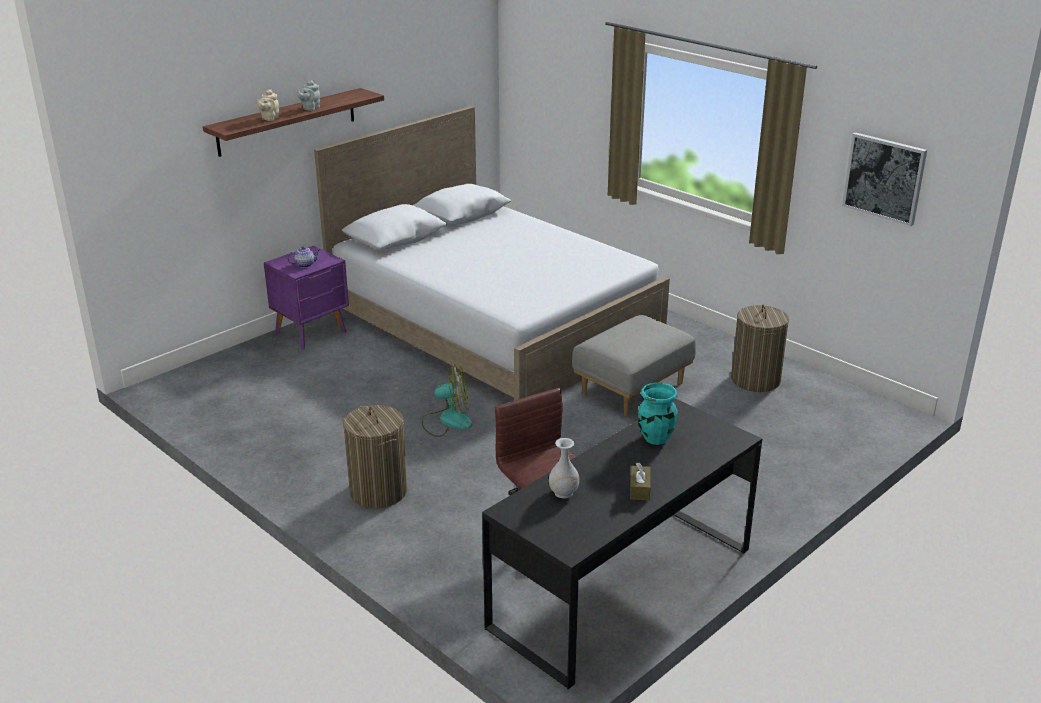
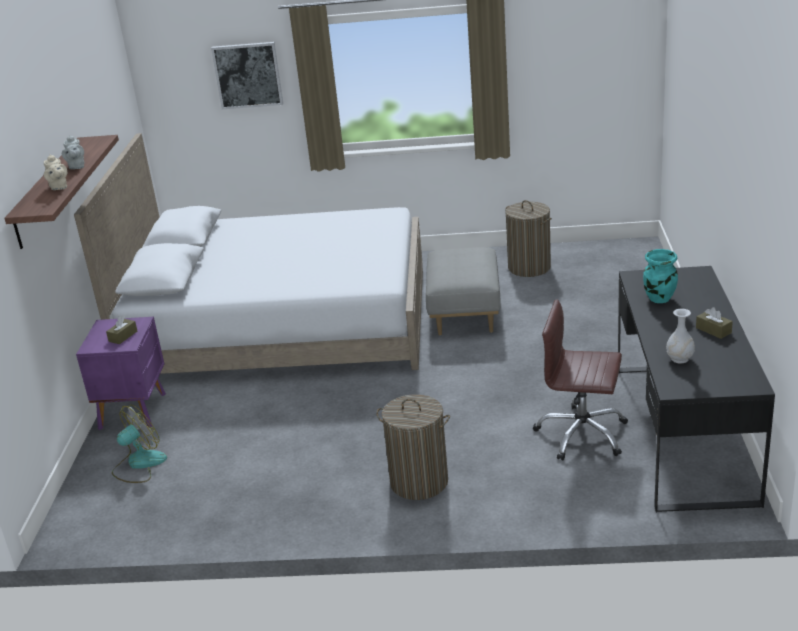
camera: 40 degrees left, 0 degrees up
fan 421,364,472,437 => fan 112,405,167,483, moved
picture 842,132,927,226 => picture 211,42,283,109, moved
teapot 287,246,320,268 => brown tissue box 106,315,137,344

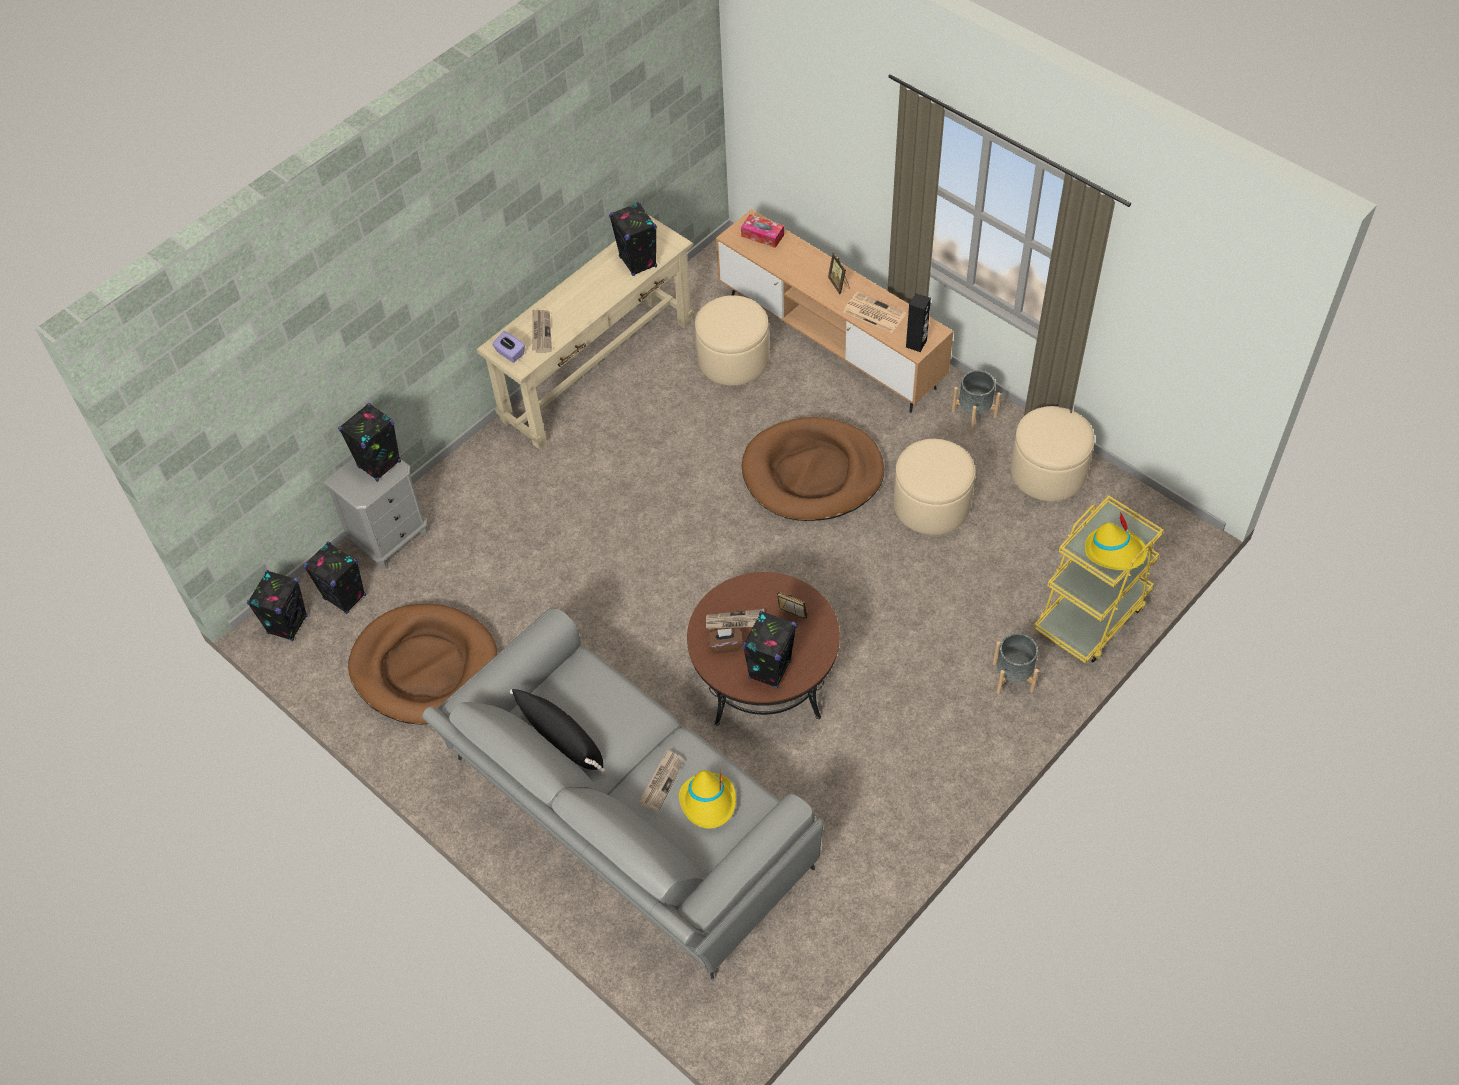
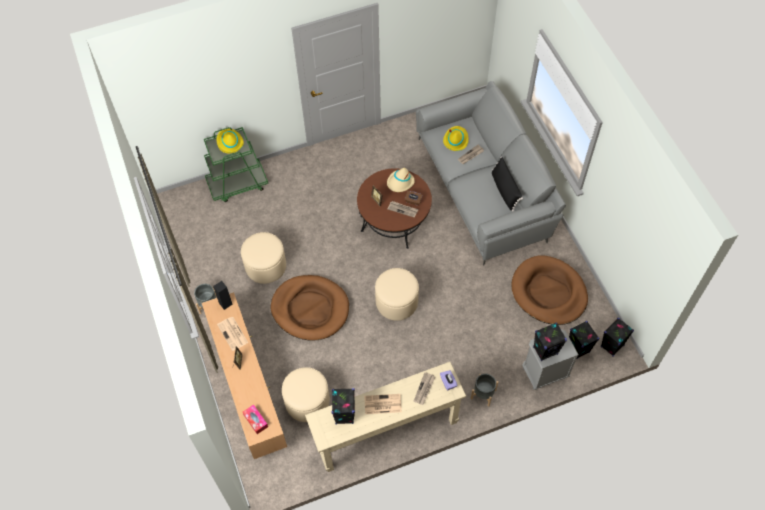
camera: 155 degrees left, 5 degrees up
nothing => newspaper 364,394,402,414
grey planter 993,633,1039,694 => grey planter 471,374,498,407, moved
beige ottoman 1011,406,1095,502 => beige ottoman 375,268,419,321, moved
black speaker 742,611,797,689 => beige hat 387,168,415,192
yellow cart 1033,495,1163,663 => green cart 204,127,268,202

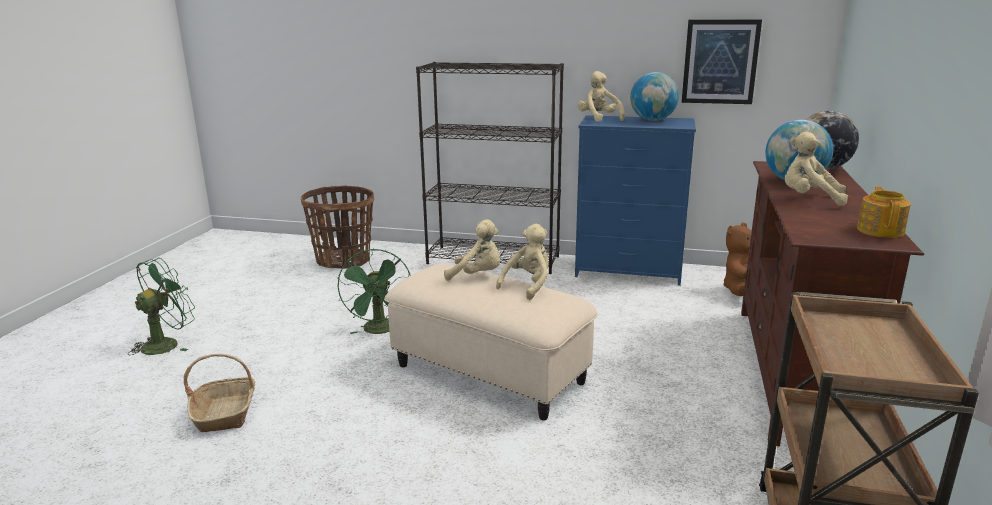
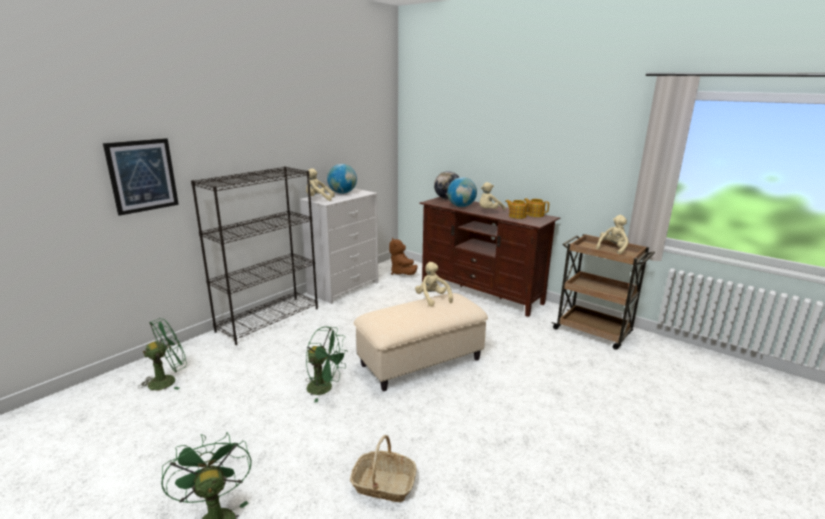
camera: 65 degrees left, 0 degrees up
nothing => teapot 505,200,532,219
beige plush toy 444,219,500,281 => beige plush toy 596,215,629,255, moved
picture 682,19,762,104 => picture 103,138,179,216, moved
basket 301,186,374,269 => green fan 138,318,187,390
blue dresser 575,115,696,286 => white dresser 300,188,378,304

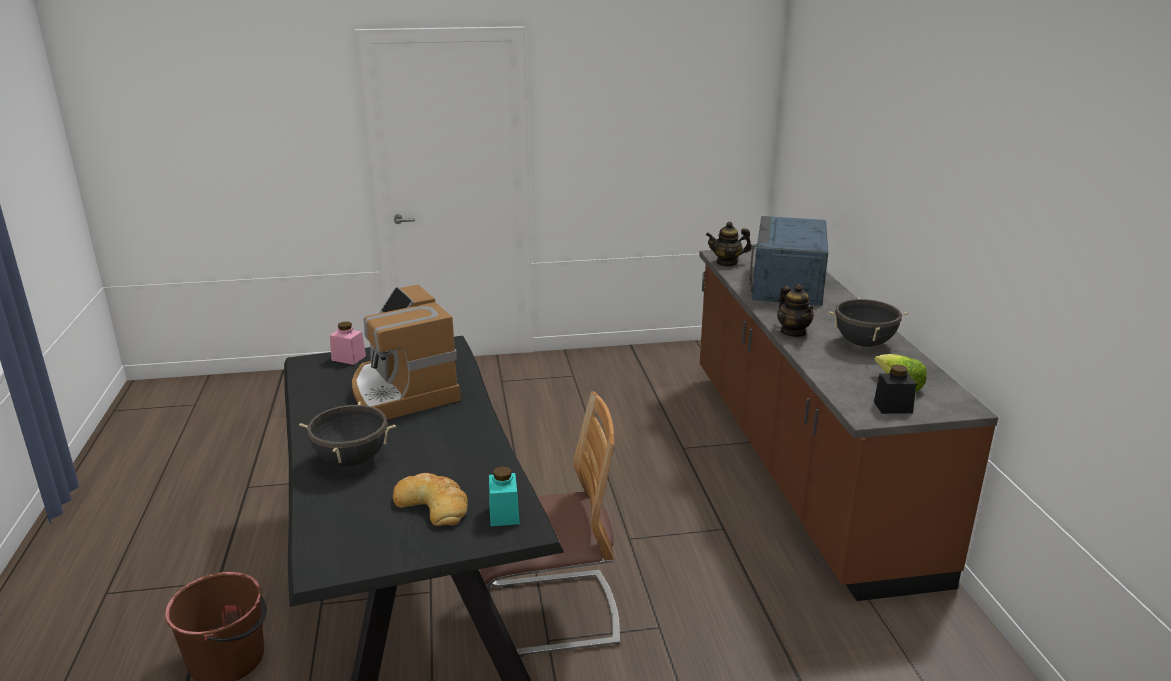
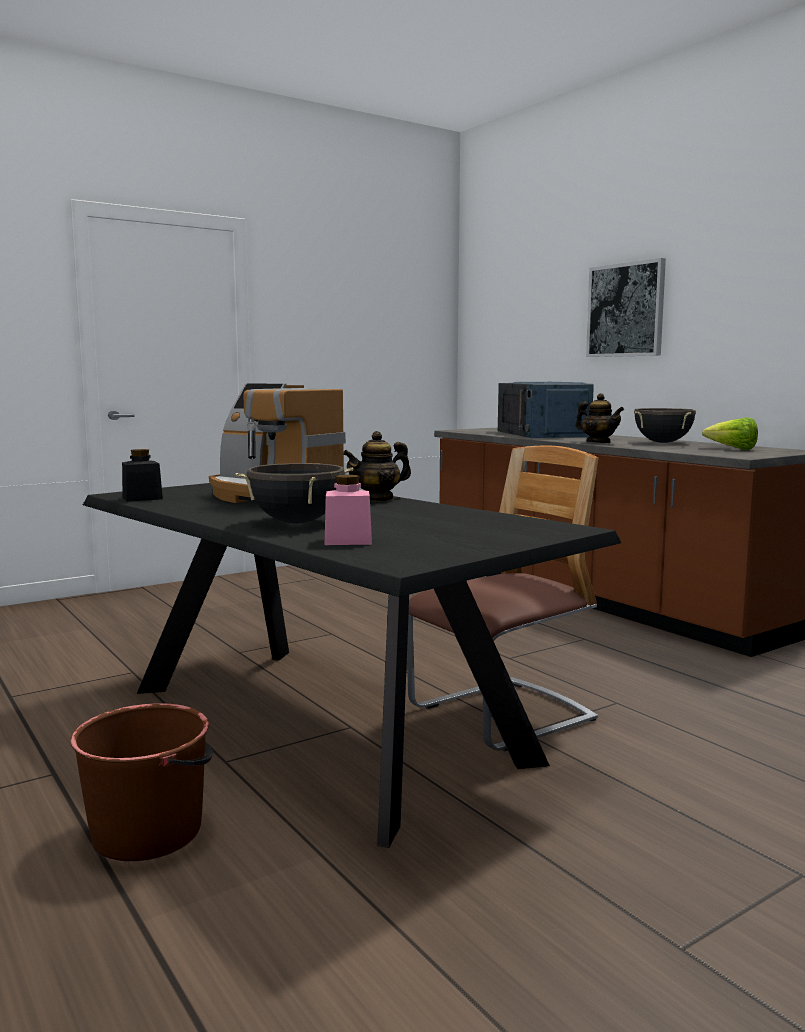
camera: 25 degrees left, 15 degrees down
bread 393,473,468,526 => nothing
turquoise jar 489,466,520,526 => nothing
nothing => picture 586,258,666,357
pink jar 330,322,366,365 => pink jar 325,475,372,545, moved
teapot 706,222,752,266 => teapot 343,431,411,502, moved
black jar 874,364,916,414 => black jar 122,449,163,502, moved

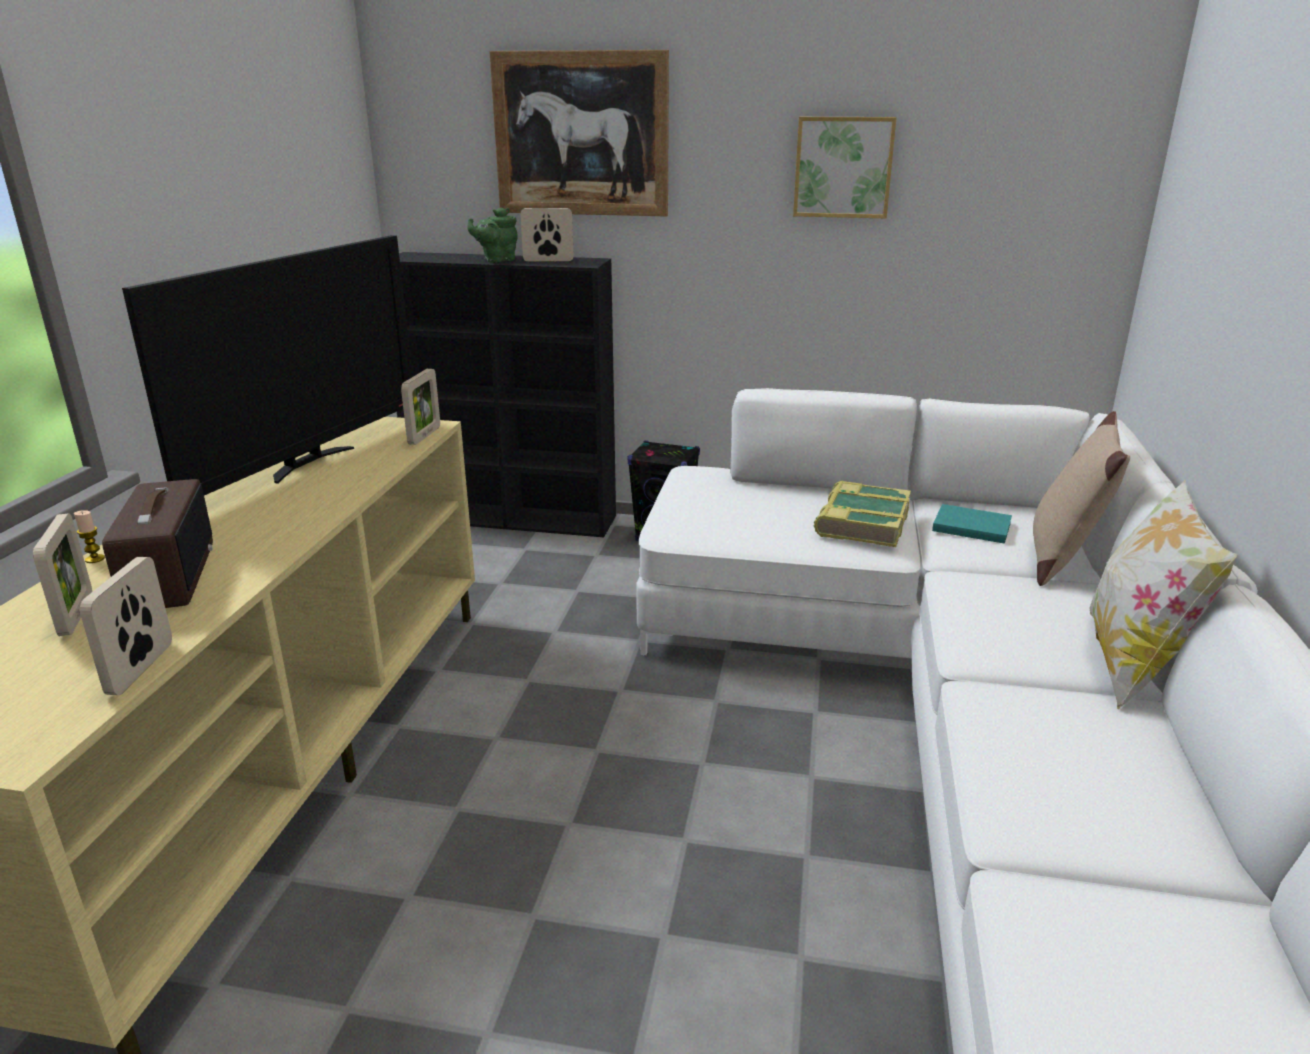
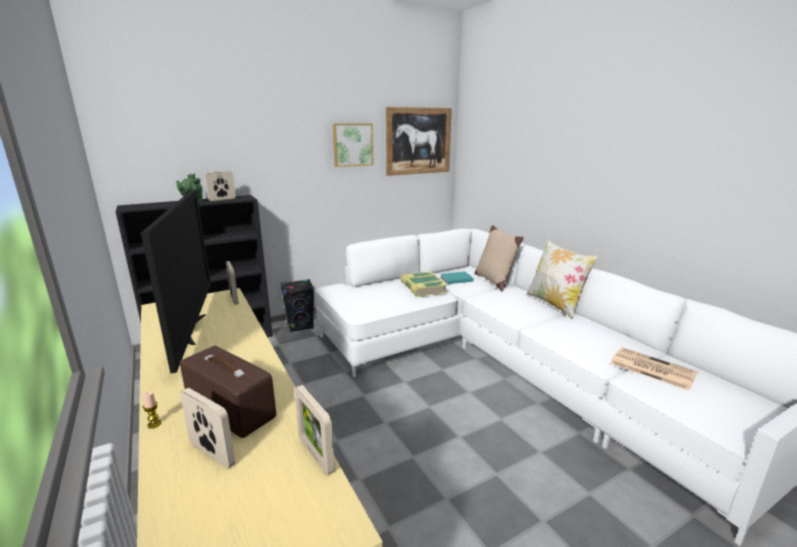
camera: 40 degrees left, 5 degrees down
nothing => newspaper 610,347,698,391
picture 489,50,669,217 => picture 386,107,452,176, moved

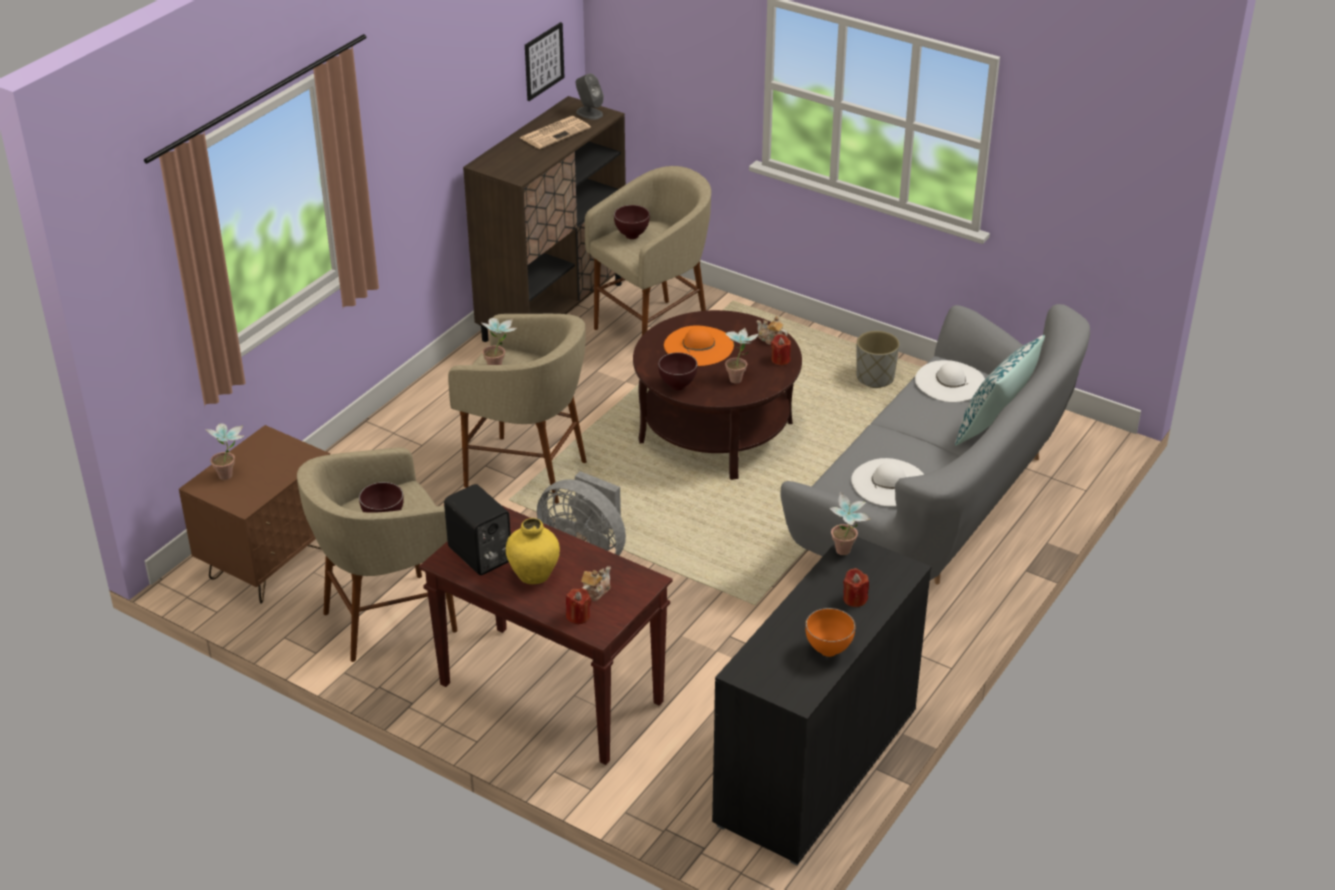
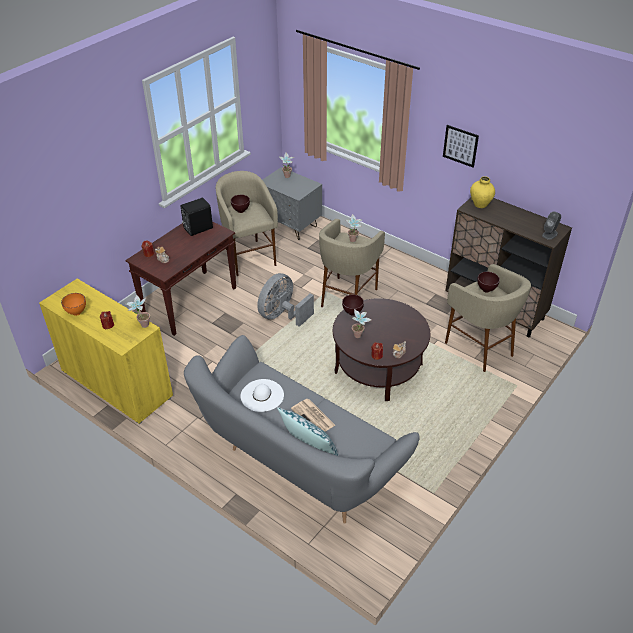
camera: 95 degrees right, 5 degrees up
orange hat 664,325,734,366 => nothing
grey planter 856,331,900,388 => nothing
white hat 915,360,985,402 => nothing
yellow vase 506,518,560,584 => yellow vase 470,176,495,208, moved
newspaper 520,116,591,149 => newspaper 291,399,335,432, moved
picture 525,22,565,101 => picture 443,125,479,168, moved
brown nightstand 179,425,330,604 => grey nightstand 262,167,322,240
black cabinet 712,537,932,865 => yellow cabinet 39,279,173,424

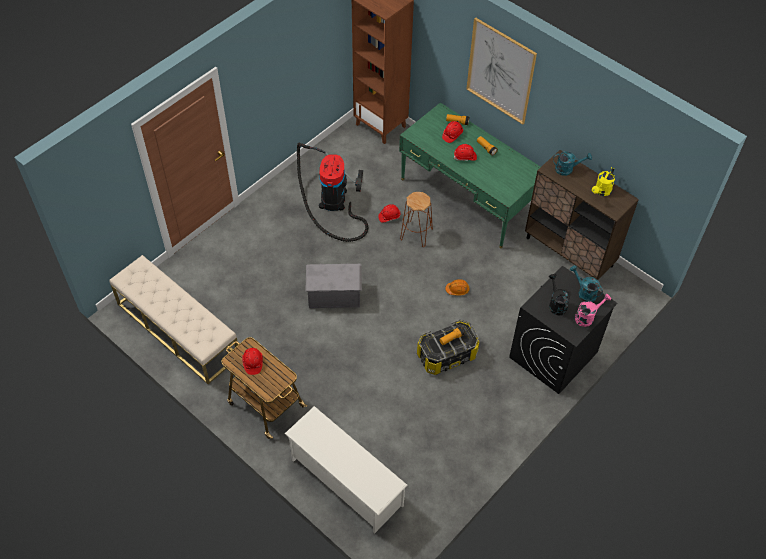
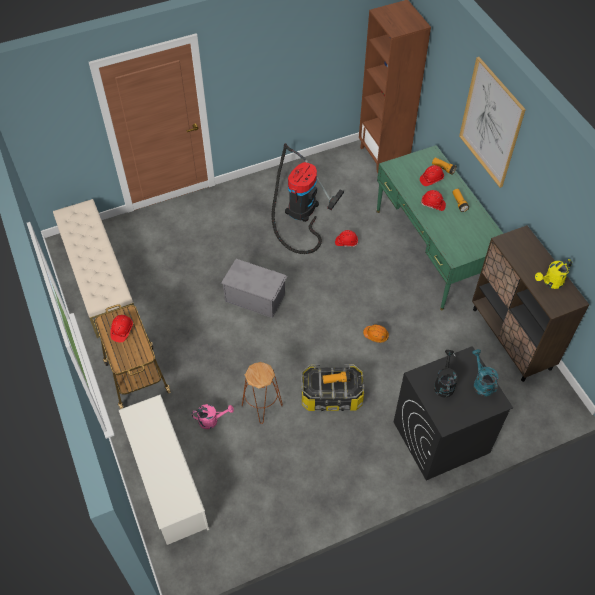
camera: 25 degrees right, 0 degrees up
turquoise watering can 553,151,592,176 => nothing
brown stool 400,192,433,247 => brown stool 242,362,283,424, moved
pink watering can 575,294,611,327 => pink watering can 192,404,234,429, moved

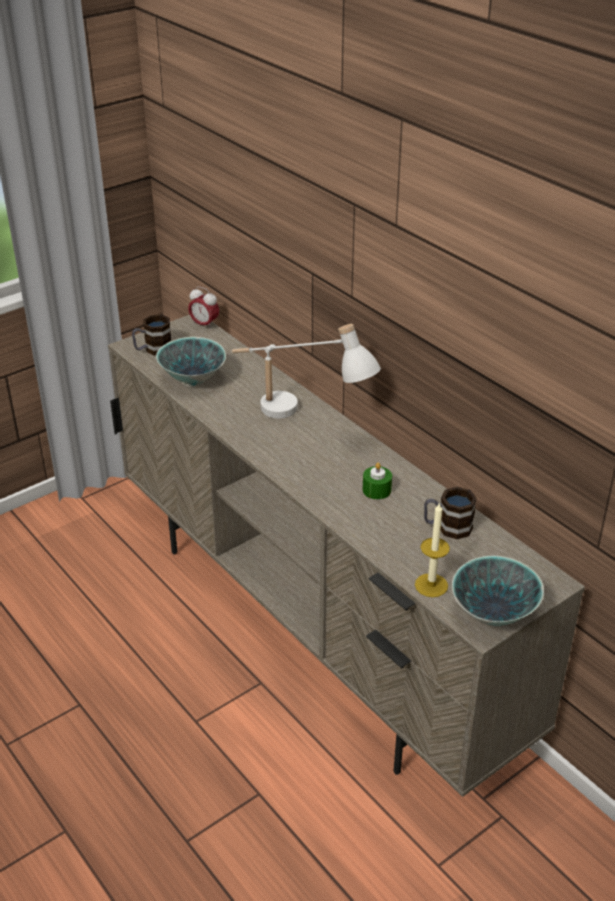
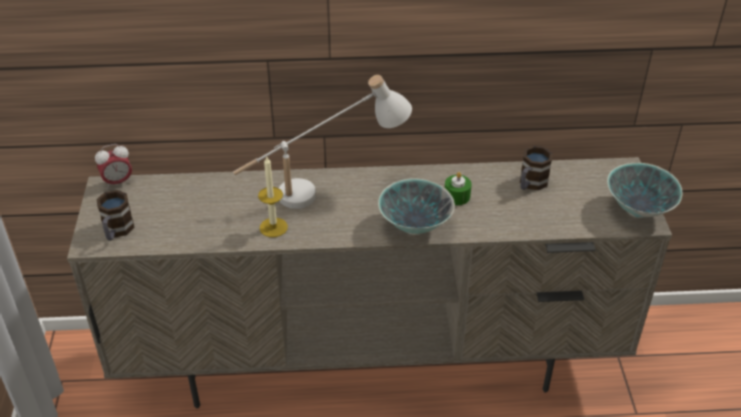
camera: 55 degrees left, 5 degrees up
bowl 156,337,226,386 => bowl 378,178,455,235, moved
candle 415,502,450,597 => candle 258,157,288,237, moved

